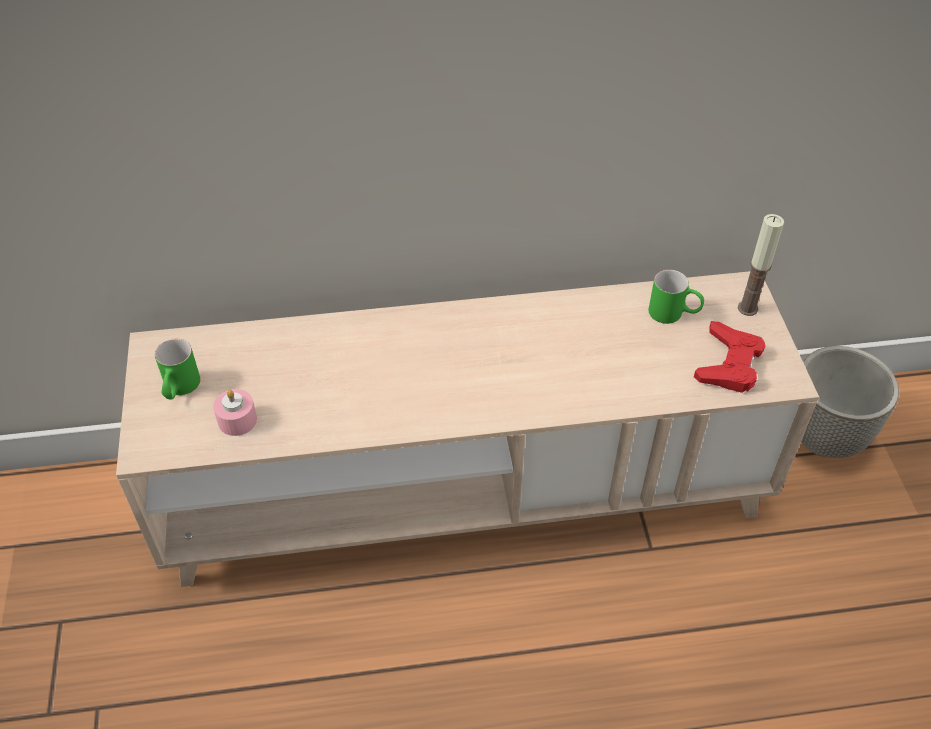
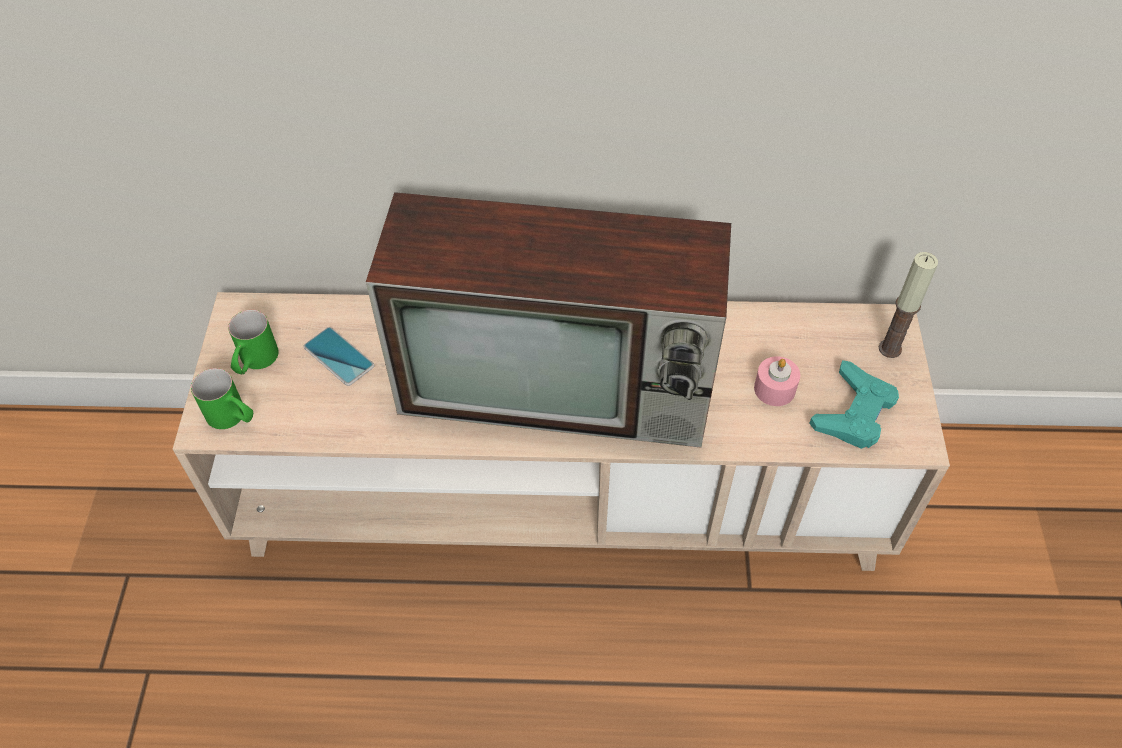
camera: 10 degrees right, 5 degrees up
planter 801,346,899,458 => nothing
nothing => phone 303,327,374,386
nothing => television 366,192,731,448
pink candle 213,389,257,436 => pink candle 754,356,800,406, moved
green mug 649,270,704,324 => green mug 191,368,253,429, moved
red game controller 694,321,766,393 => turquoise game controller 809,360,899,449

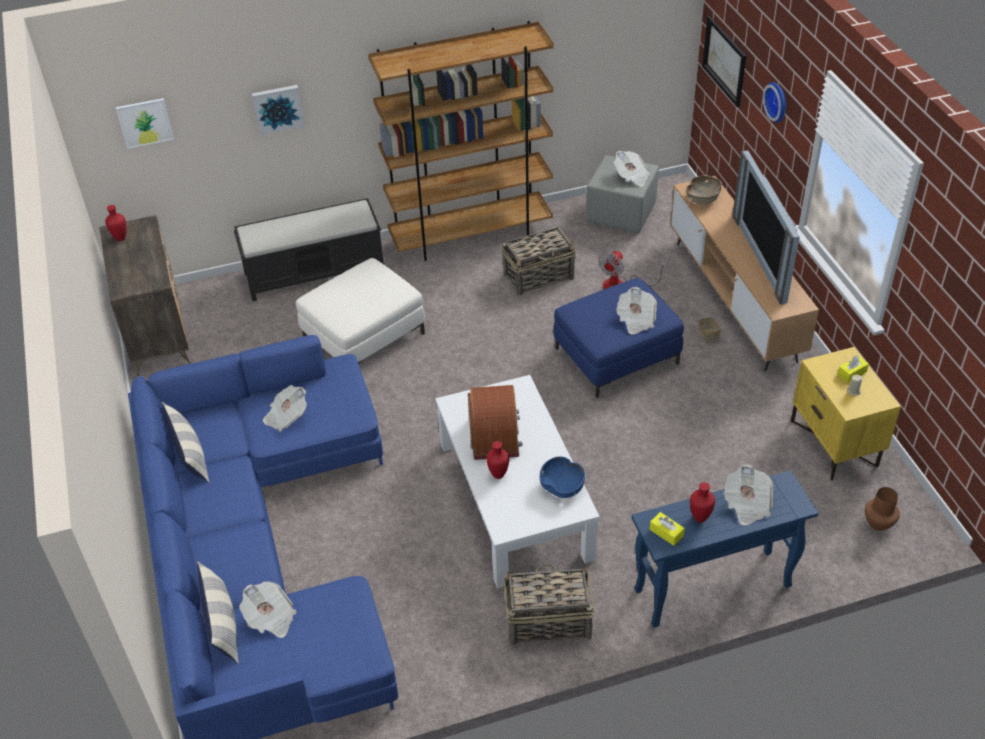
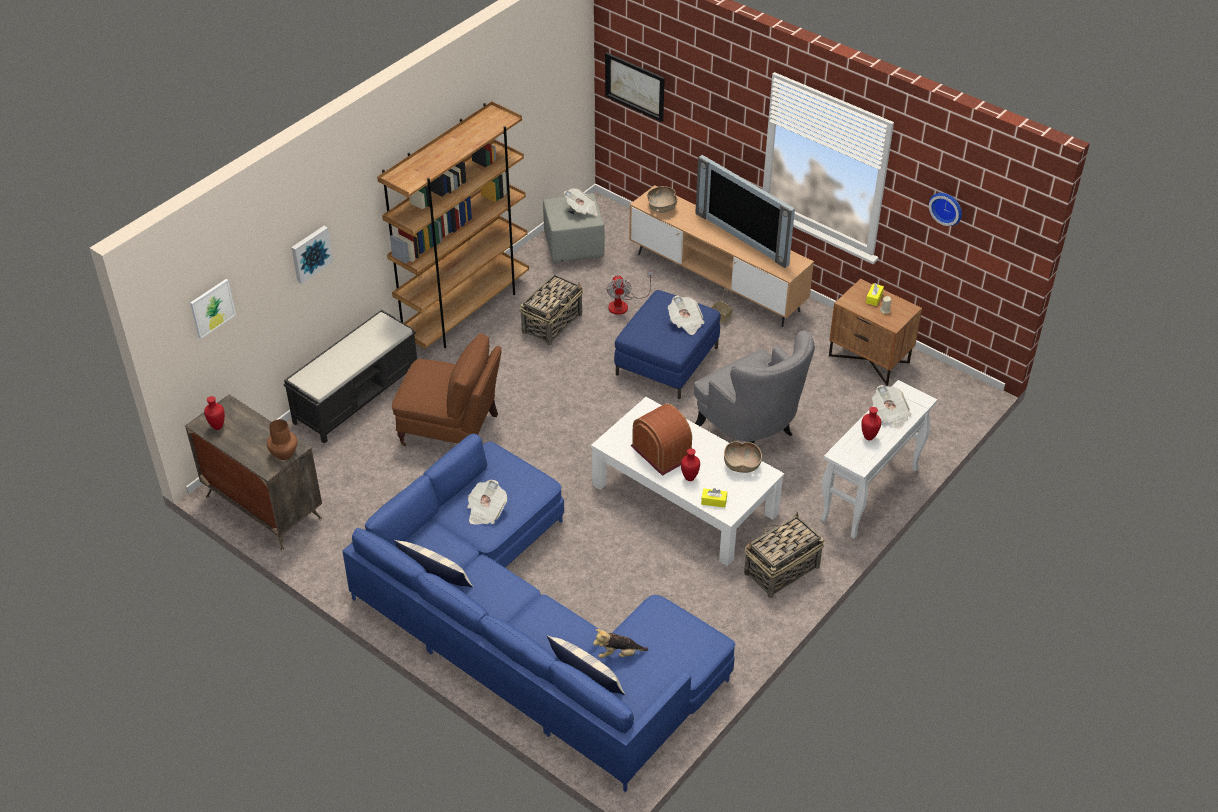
camera: 35 degrees left, 0 degrees up
nothing => grey armchair 694,330,815,443
yellow tissue box 650,512,685,546 => yellow tissue box 701,488,727,508, moved
wall clock 763,82,786,123 => wall clock 929,193,962,226, moved
brown vase 865,487,900,531 => brown vase 267,419,297,460, moved
newspaper 239,581,297,638 => plush toy 593,629,648,658
white ottoman 296,258,425,364 => brown armchair 392,333,502,446
blue bowl 540,457,585,498 => brown bowl 724,441,762,473
blue console table 632,470,819,628 => white console table 821,380,937,539
yellow nightstand 791,347,901,480 => brown nightstand 829,279,922,386

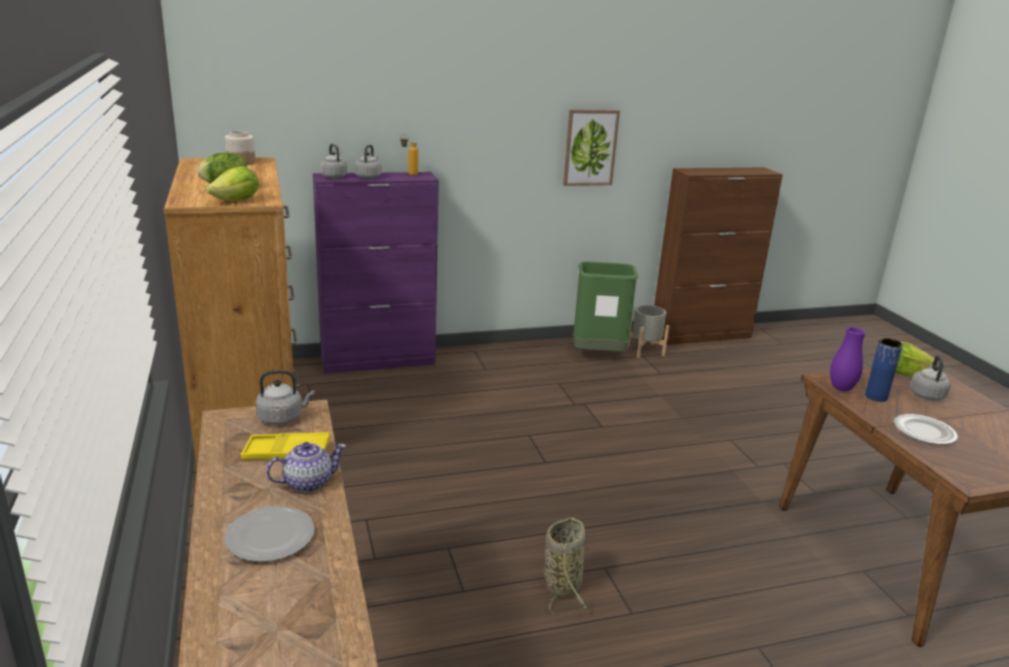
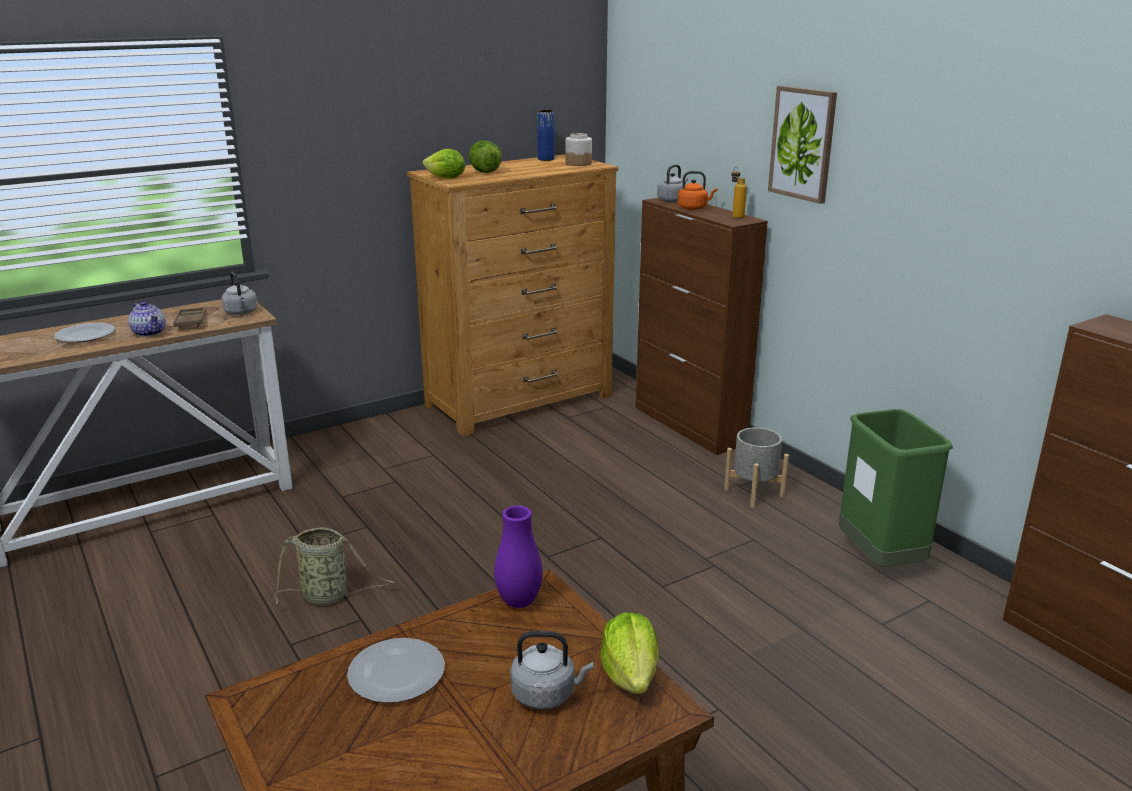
camera: 75 degrees right, 0 degrees up
picture 563,110,620,186 => picture 768,86,837,204, moved
grey planter 628,305,669,358 => grey planter 724,427,789,508, moved
blue vase 865,338,903,402 => blue vase 537,110,555,161, moved
yellow tray 240,432,330,459 => brown tray 173,307,207,329
purple cabinet 313,172,439,374 => brown cabinet 636,198,768,455
grey kettle 355,145,381,179 => orange kettle 678,171,717,210

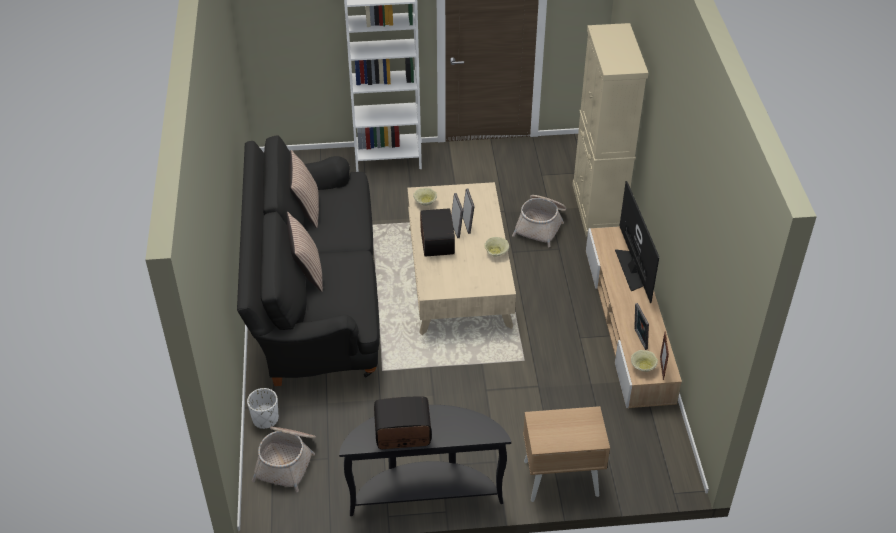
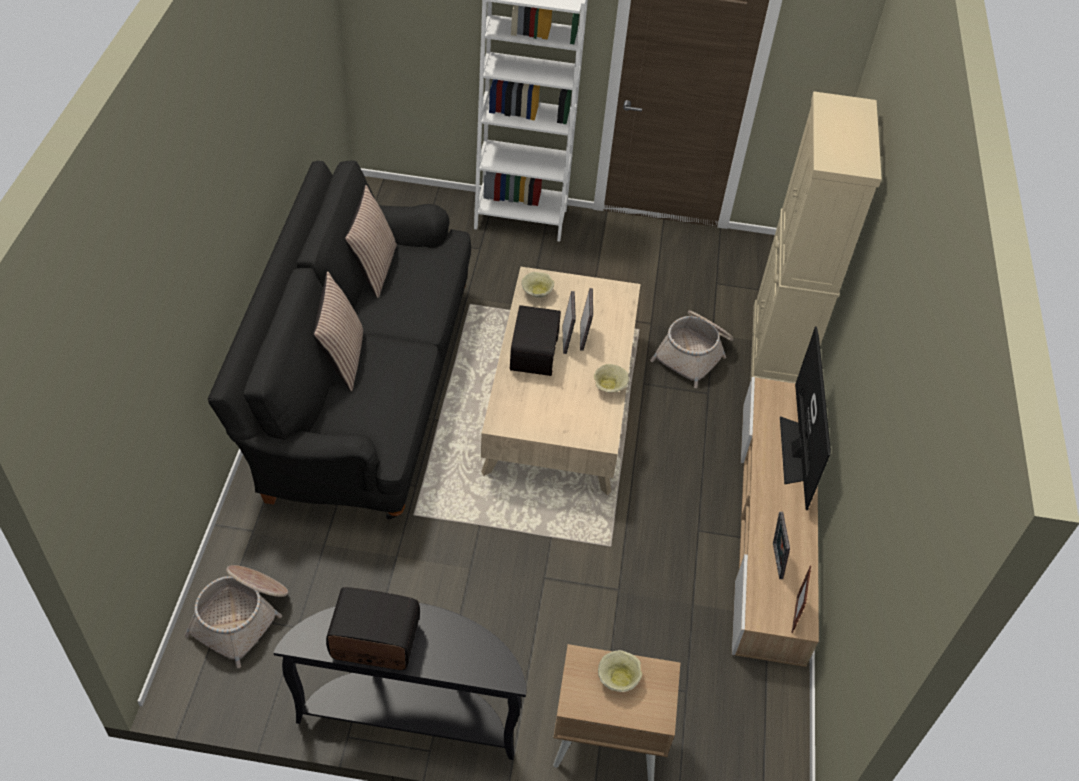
camera: 10 degrees right, 5 degrees up
white planter 247,388,279,429 => nothing
beige bowl 631,350,658,372 => beige bowl 598,650,642,692, moved

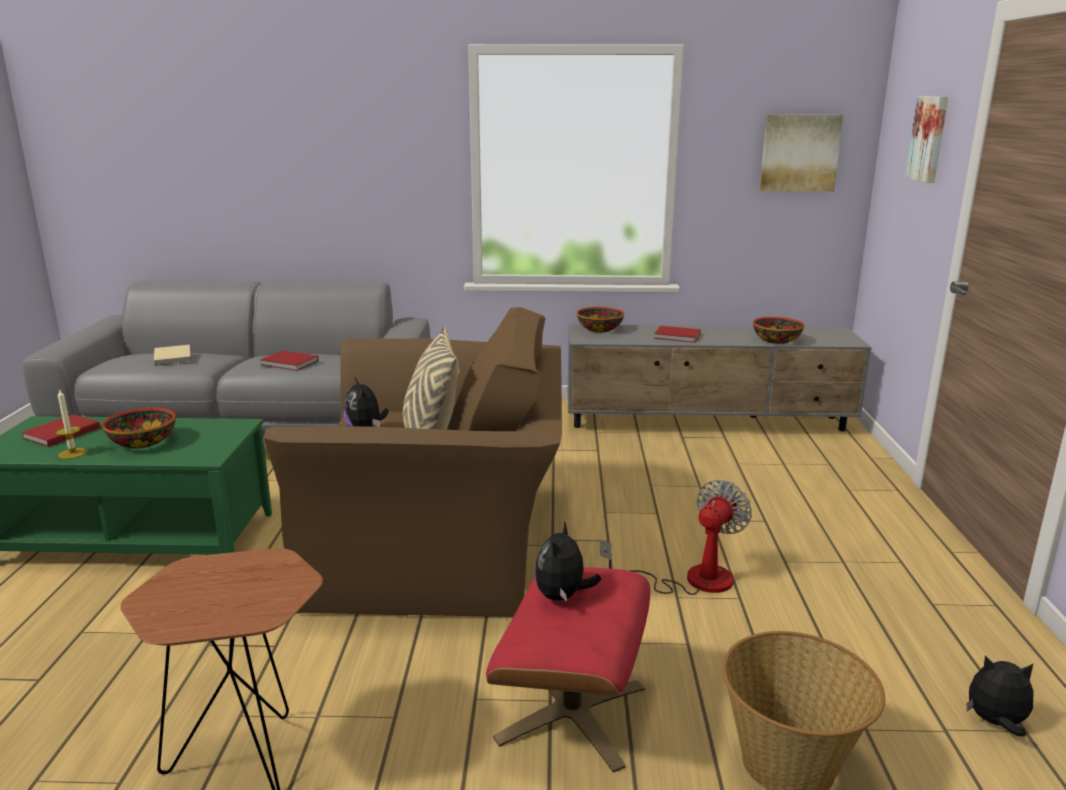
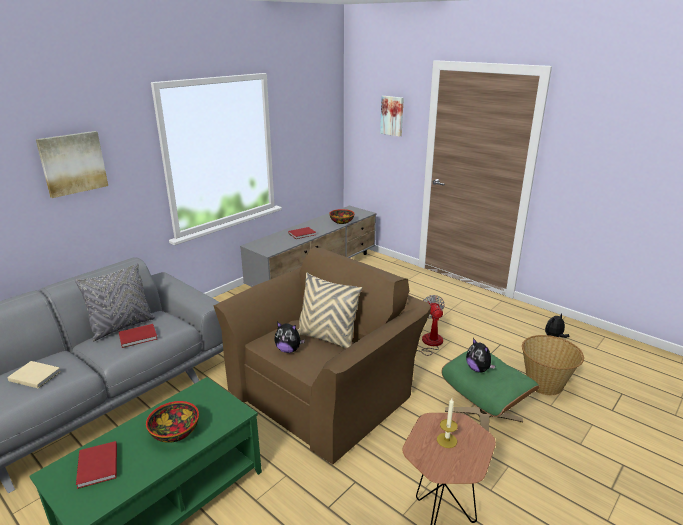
camera: 50 degrees left, 5 degrees up
bowl 577,307,624,332 => nothing
nothing => grey pillow 75,263,155,342
candle 56,388,87,459 => candle 437,398,458,448, moved
picture 759,114,843,192 => picture 36,131,108,198, moved
red ottoman 486,567,650,773 => green ottoman 441,350,539,432

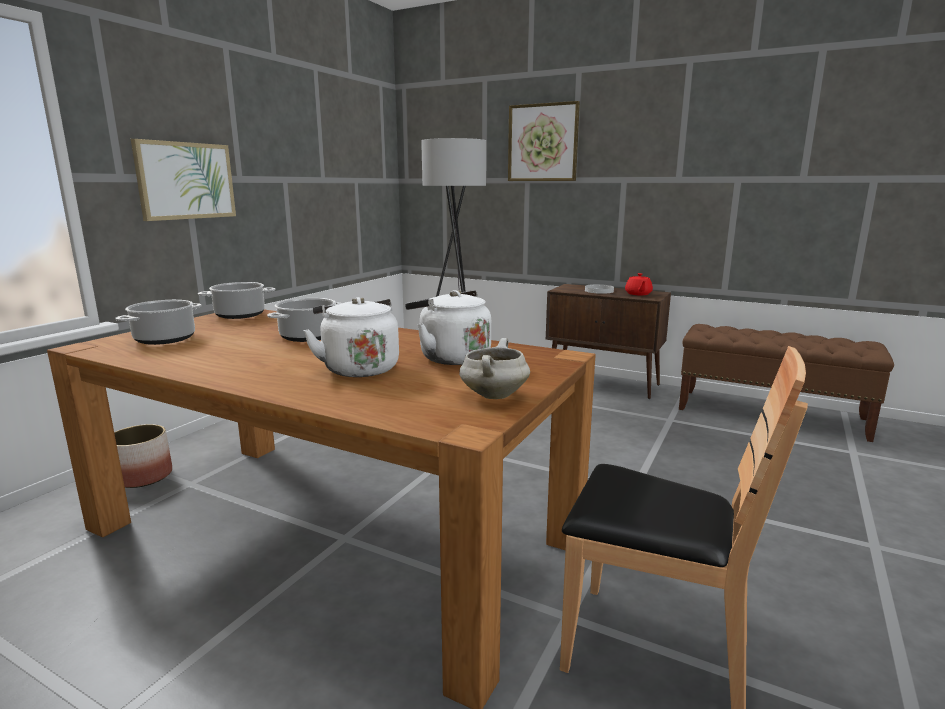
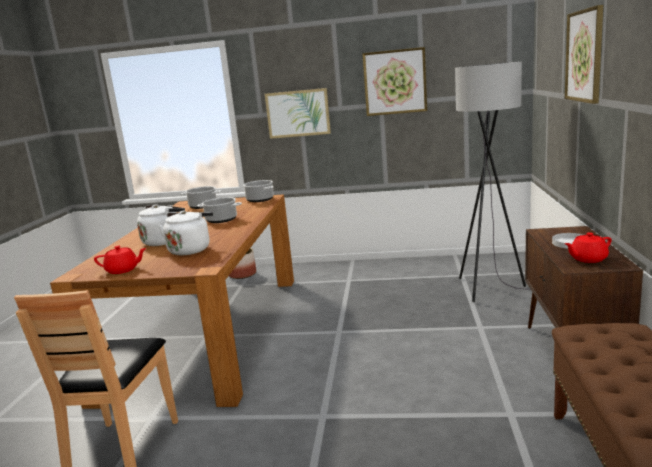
camera: 70 degrees right, 0 degrees up
nothing => picture 362,47,427,116
white cooking pot 459,338,530,399 => red teapot 94,246,146,274

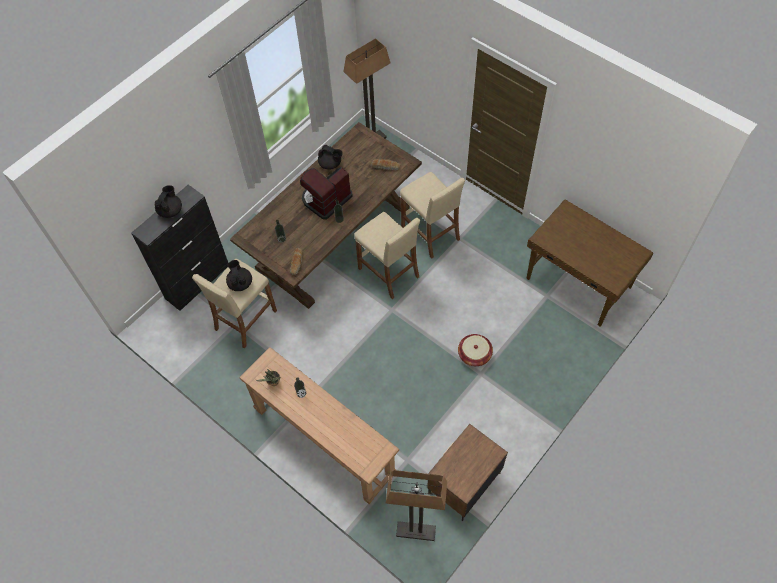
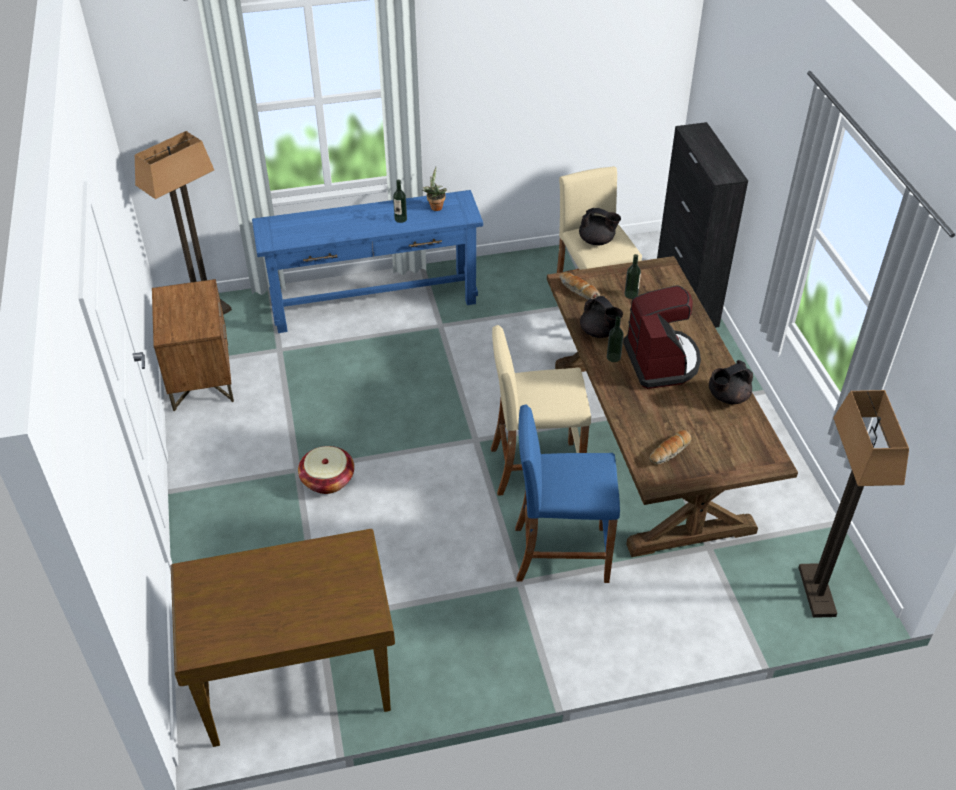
camera: 125 degrees right, 15 degrees down
black teapot 154,185,182,218 => black teapot 580,296,623,338, moved
brown console table 239,347,399,504 => blue console table 252,190,483,333
beige stool 400,172,465,258 => blue stool 515,404,620,583

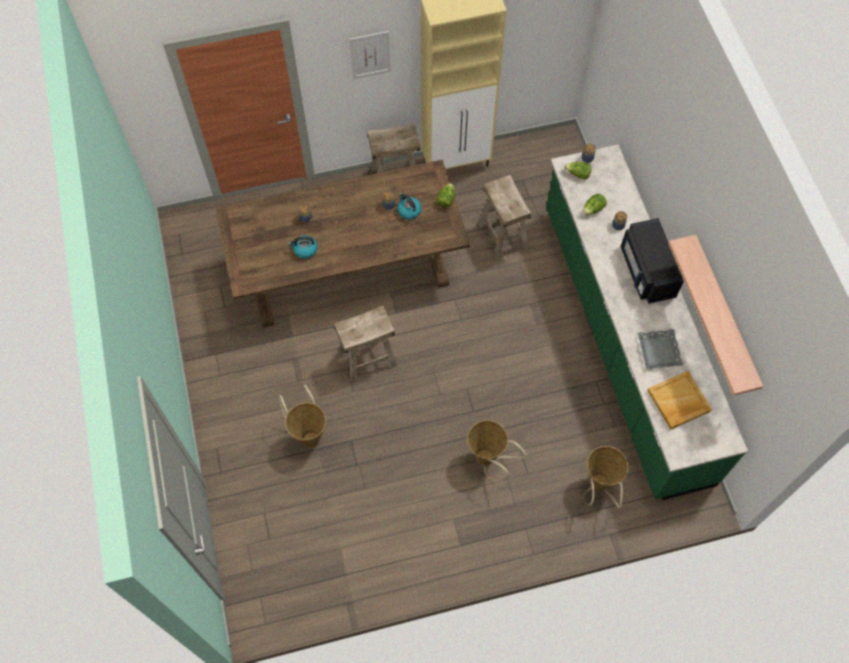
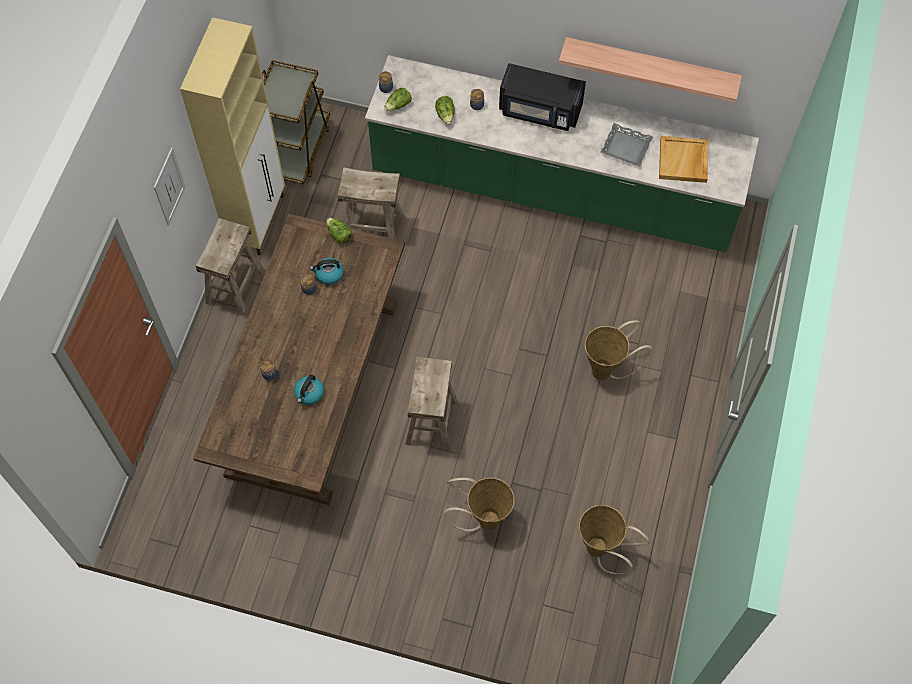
camera: 60 degrees left, 0 degrees up
nothing => brown cart 262,60,330,184
basket 583,446,628,509 => basket 579,505,650,574, moved

